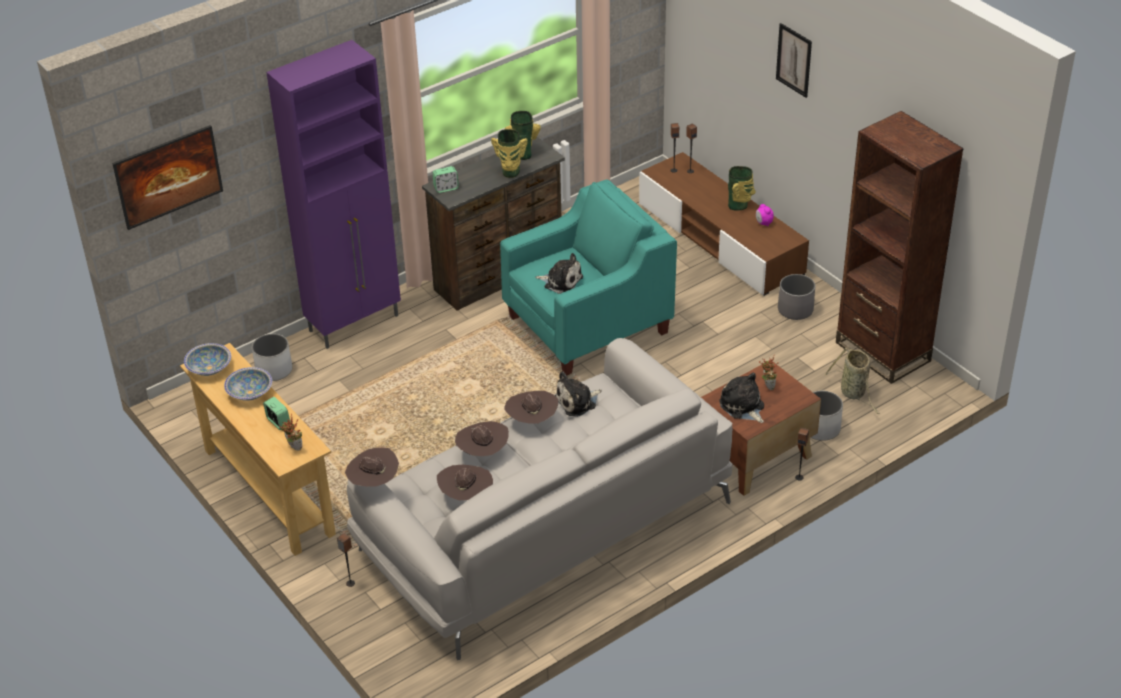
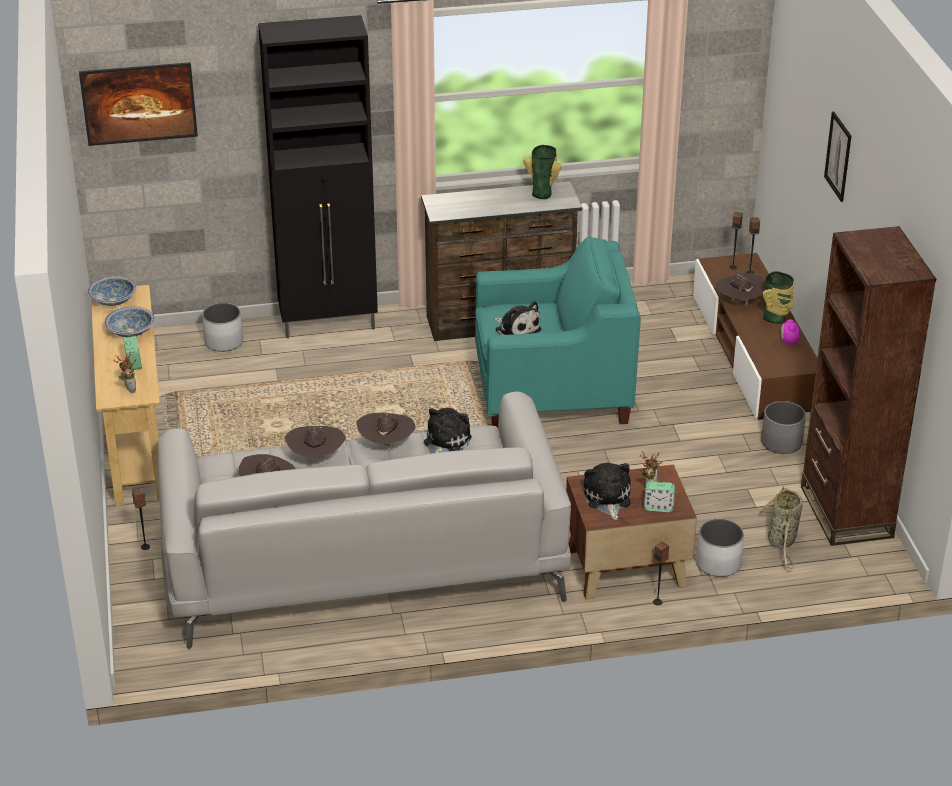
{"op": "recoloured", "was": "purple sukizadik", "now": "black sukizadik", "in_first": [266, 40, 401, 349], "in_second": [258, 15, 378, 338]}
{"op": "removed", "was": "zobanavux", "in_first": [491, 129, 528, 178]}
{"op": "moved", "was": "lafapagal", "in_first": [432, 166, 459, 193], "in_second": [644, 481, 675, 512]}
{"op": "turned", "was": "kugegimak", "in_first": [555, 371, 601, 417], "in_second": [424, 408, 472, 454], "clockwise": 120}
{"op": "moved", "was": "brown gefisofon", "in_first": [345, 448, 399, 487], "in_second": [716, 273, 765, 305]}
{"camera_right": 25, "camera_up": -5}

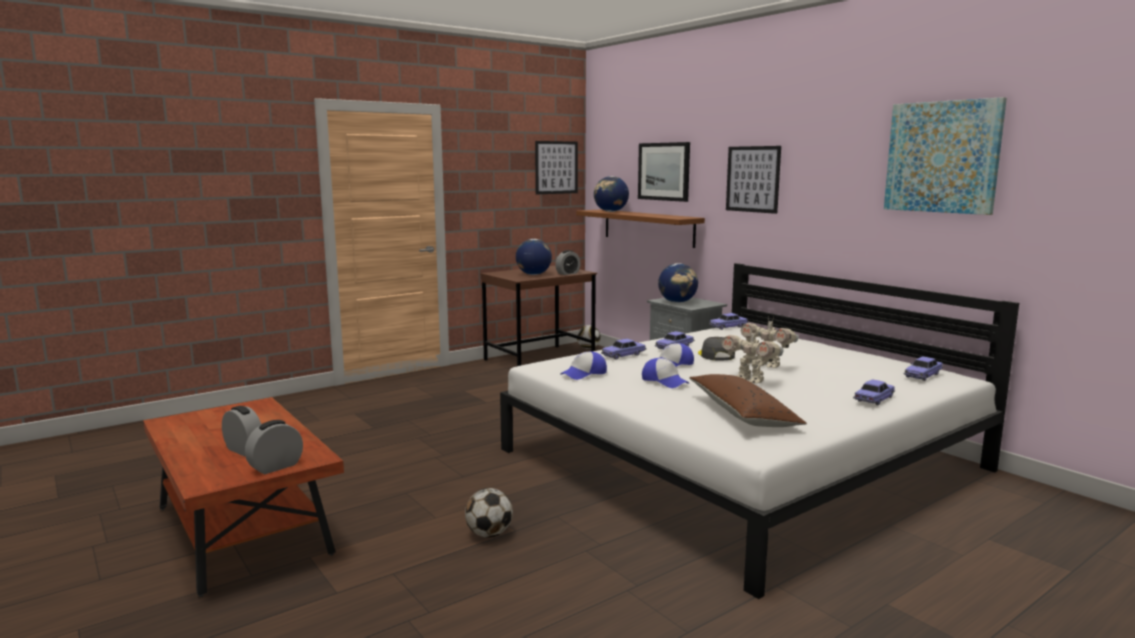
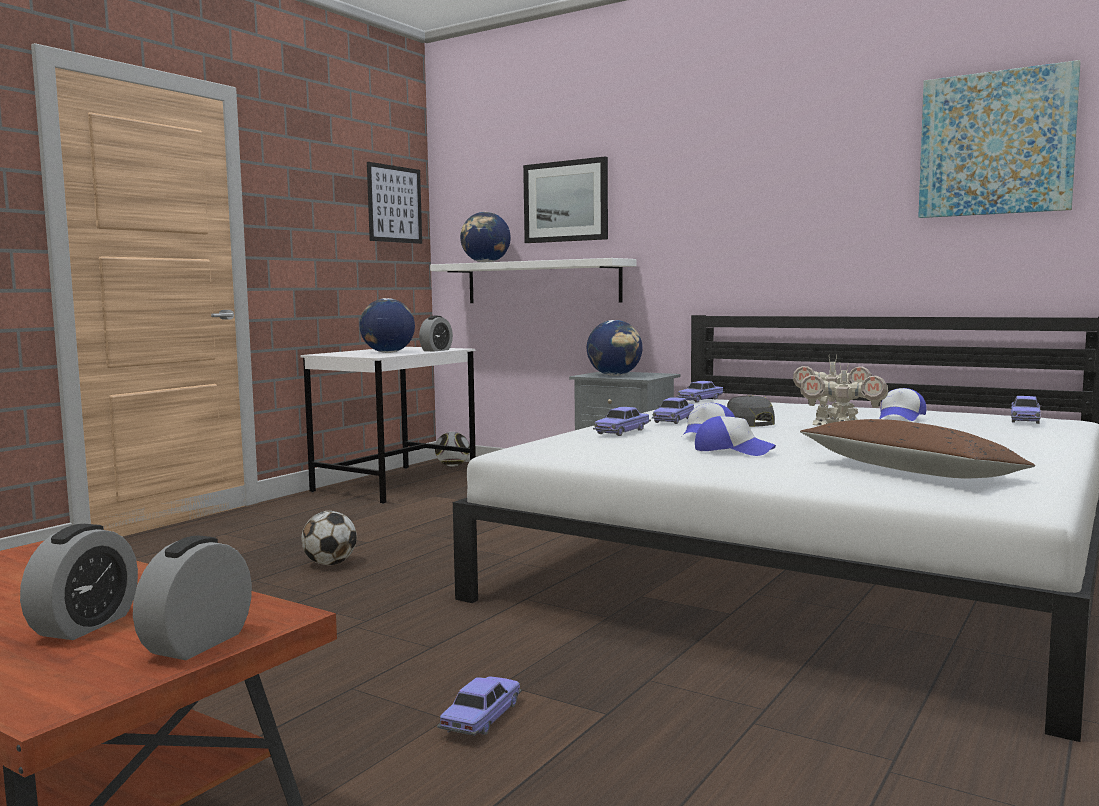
{"op": "removed", "was": "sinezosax", "in_first": [726, 146, 781, 214]}
{"op": "recoloured", "was": "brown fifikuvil", "now": "white fifikuvil", "in_first": [576, 209, 705, 248], "in_second": [430, 258, 637, 303]}
{"op": "recoloured", "was": "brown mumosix", "now": "white mumosix", "in_first": [480, 266, 597, 366], "in_second": [300, 347, 476, 504]}
{"op": "moved", "was": "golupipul", "in_first": [561, 351, 607, 380], "in_second": [879, 388, 927, 421]}
{"op": "moved", "was": "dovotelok", "in_first": [853, 380, 895, 406], "in_second": [437, 676, 522, 735]}
{"op": "turned", "was": "lafapagal", "in_first": [222, 406, 261, 456], "in_second": [20, 524, 138, 640], "clockwise": 90}
{"op": "moved", "was": "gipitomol", "in_first": [465, 488, 513, 538], "in_second": [301, 511, 357, 565]}
{"camera_right": -20, "camera_up": -5}

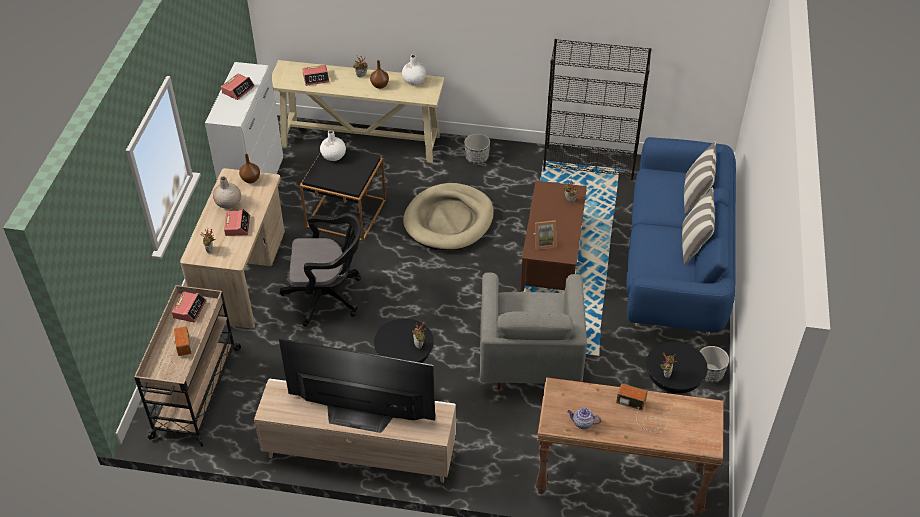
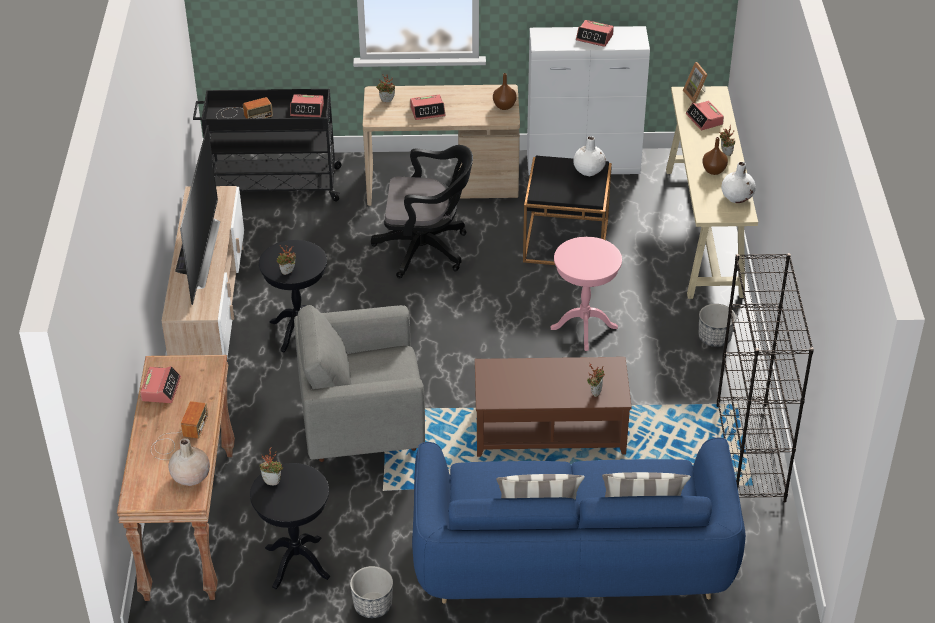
{"op": "moved", "was": "beige zobanavux", "in_first": [213, 176, 241, 209], "in_second": [169, 438, 210, 486]}
{"op": "replaced", "was": "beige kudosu", "now": "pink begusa", "in_first": [403, 183, 494, 250], "in_second": [551, 237, 622, 351]}
{"op": "turned", "was": "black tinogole", "in_first": [280, 212, 361, 327], "in_second": [371, 145, 473, 278], "clockwise": -75}
{"op": "moved", "was": "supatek", "in_first": [534, 220, 556, 250], "in_second": [683, 62, 708, 103]}
{"op": "recoloured", "was": "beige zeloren", "now": "black zeloren", "in_first": [134, 285, 242, 447], "in_second": [193, 89, 343, 202]}
{"op": "replaced", "was": "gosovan", "now": "lafapagal", "in_first": [567, 408, 601, 429], "in_second": [140, 366, 181, 403]}
{"camera_right": 80, "camera_up": -5}

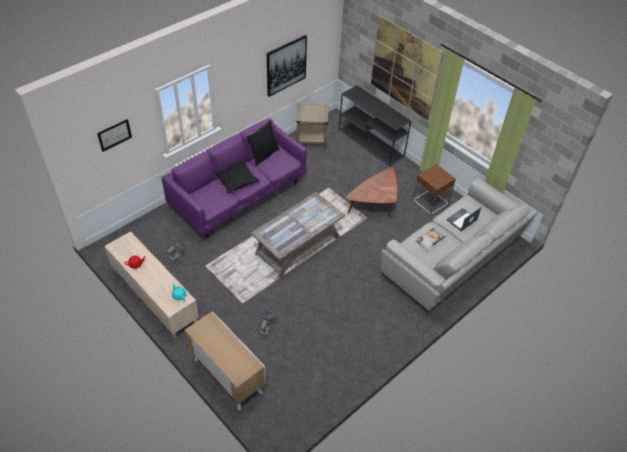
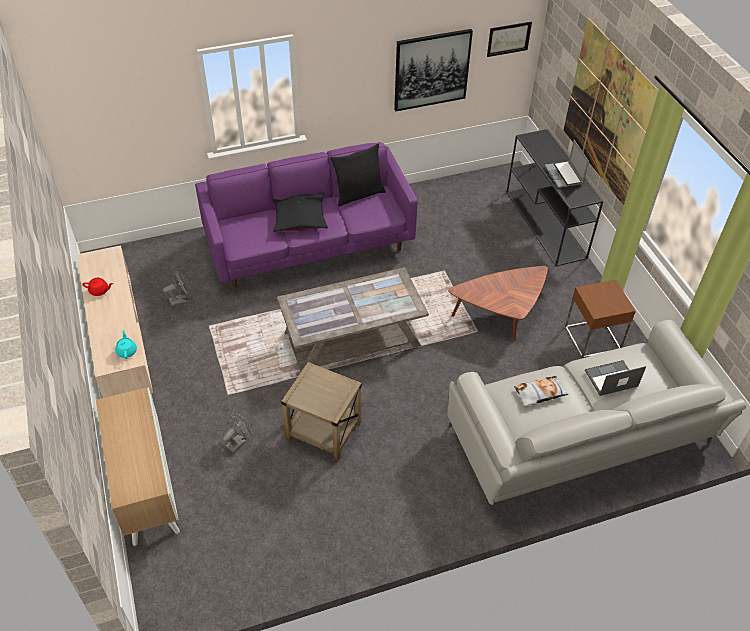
{"op": "moved", "was": "beige begusa", "in_first": [297, 104, 328, 148], "in_second": [281, 362, 362, 461]}
{"op": "moved", "was": "sinezosax", "in_first": [97, 119, 132, 152], "in_second": [487, 21, 532, 57]}
{"op": "added", "now": "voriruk", "in_second": [545, 140, 589, 188]}
{"camera_right": 25, "camera_up": 0}

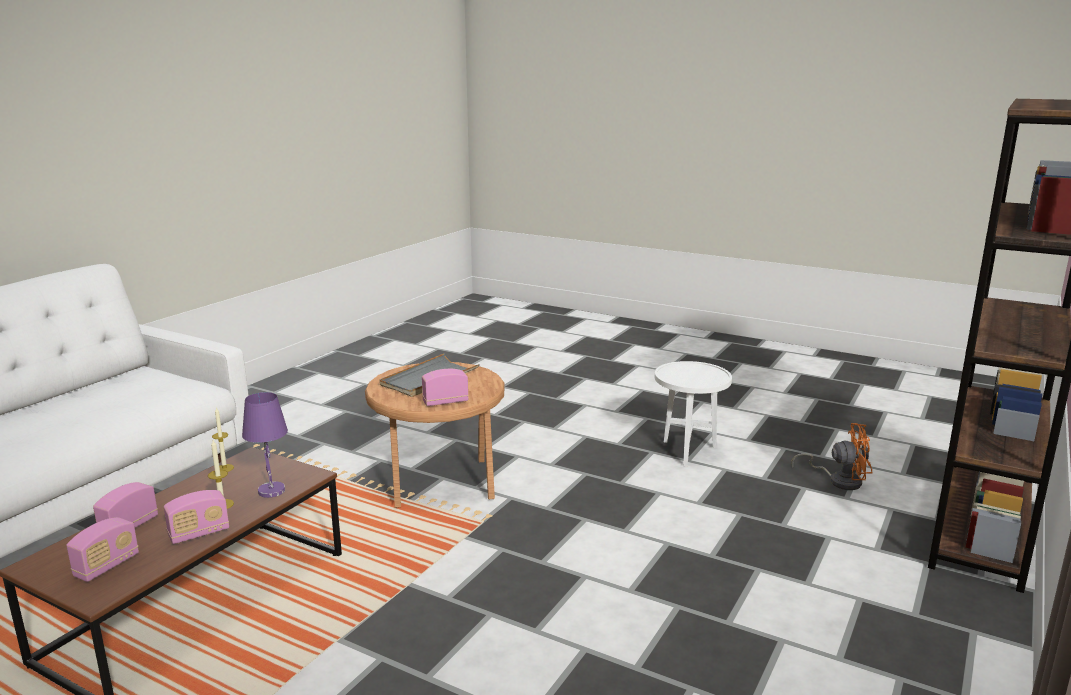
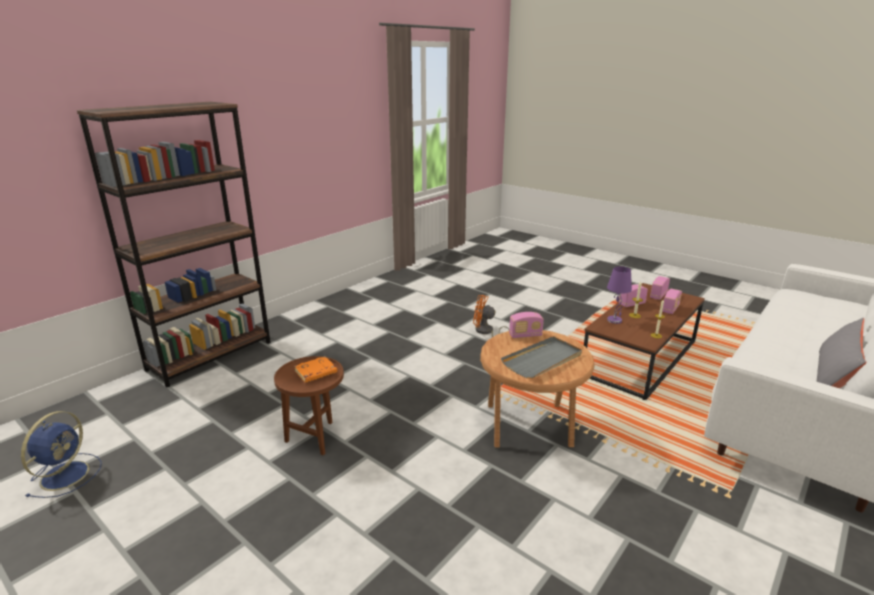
{"op": "recoloured", "was": "white begusa", "now": "brown begusa", "in_first": [655, 361, 732, 467], "in_second": [274, 356, 344, 455]}
{"op": "moved", "was": "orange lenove", "in_first": [791, 423, 872, 490], "in_second": [473, 295, 509, 337]}
{"op": "added", "now": "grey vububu", "in_second": [817, 318, 866, 388]}
{"op": "added", "now": "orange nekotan", "in_second": [294, 356, 337, 383]}
{"op": "added", "now": "blue lenove", "in_second": [21, 411, 102, 498]}
{"camera_right": -170, "camera_up": 5}

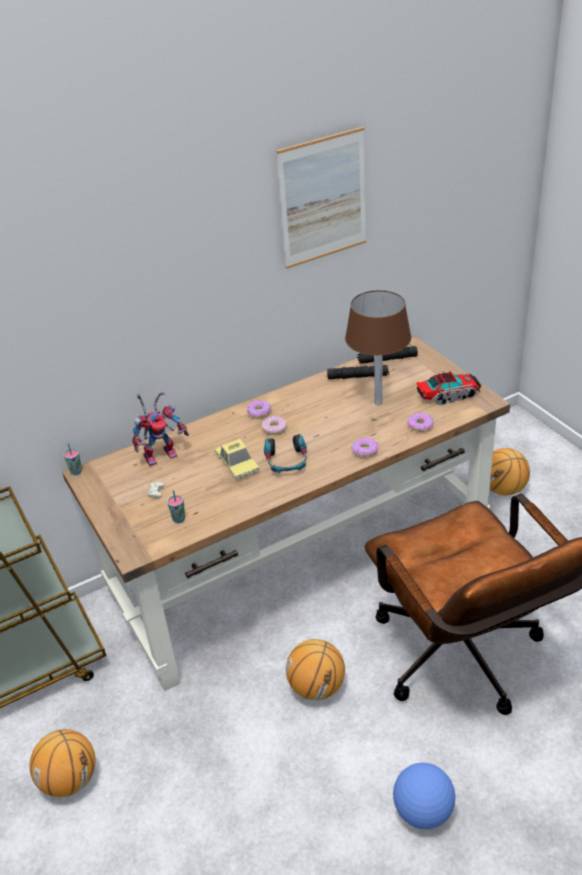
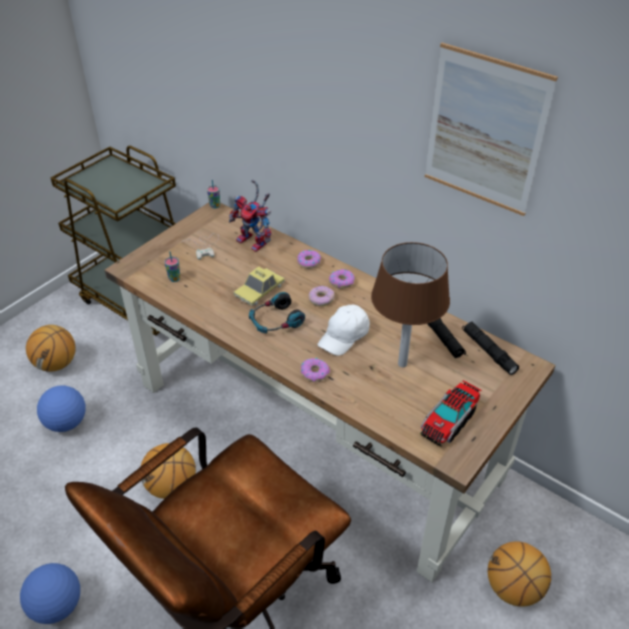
{"op": "turned", "was": "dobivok", "in_first": [416, 371, 481, 405], "in_second": [420, 380, 482, 447], "clockwise": 75}
{"op": "moved", "was": "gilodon", "in_first": [407, 413, 434, 432], "in_second": [297, 250, 321, 269]}
{"op": "added", "now": "white golupipul", "in_second": [317, 305, 370, 356]}
{"op": "added", "now": "gipitomol", "in_second": [37, 385, 86, 432]}
{"camera_right": 65, "camera_up": 5}

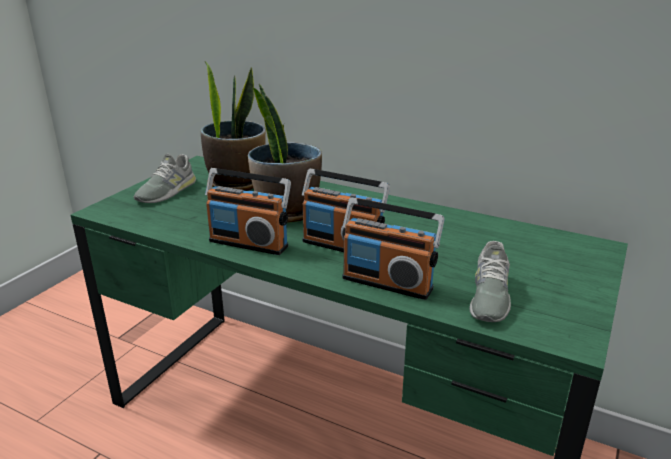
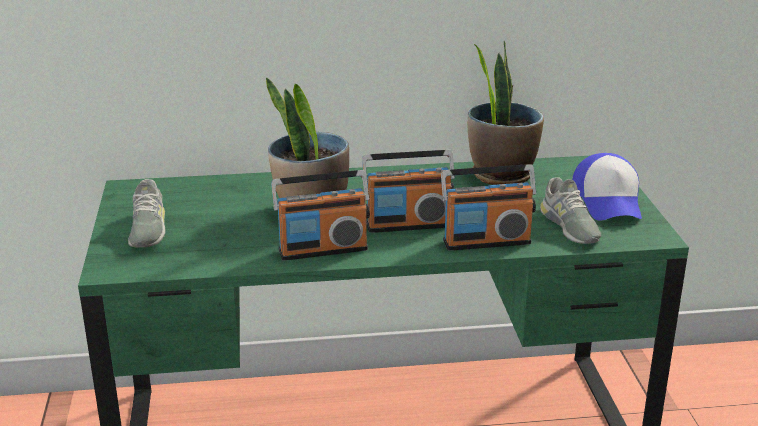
{"op": "moved", "was": "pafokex", "in_first": [200, 61, 266, 191], "in_second": [467, 40, 544, 185]}
{"op": "added", "now": "golupipul", "in_second": [572, 153, 642, 220]}
{"camera_right": -35, "camera_up": 0}

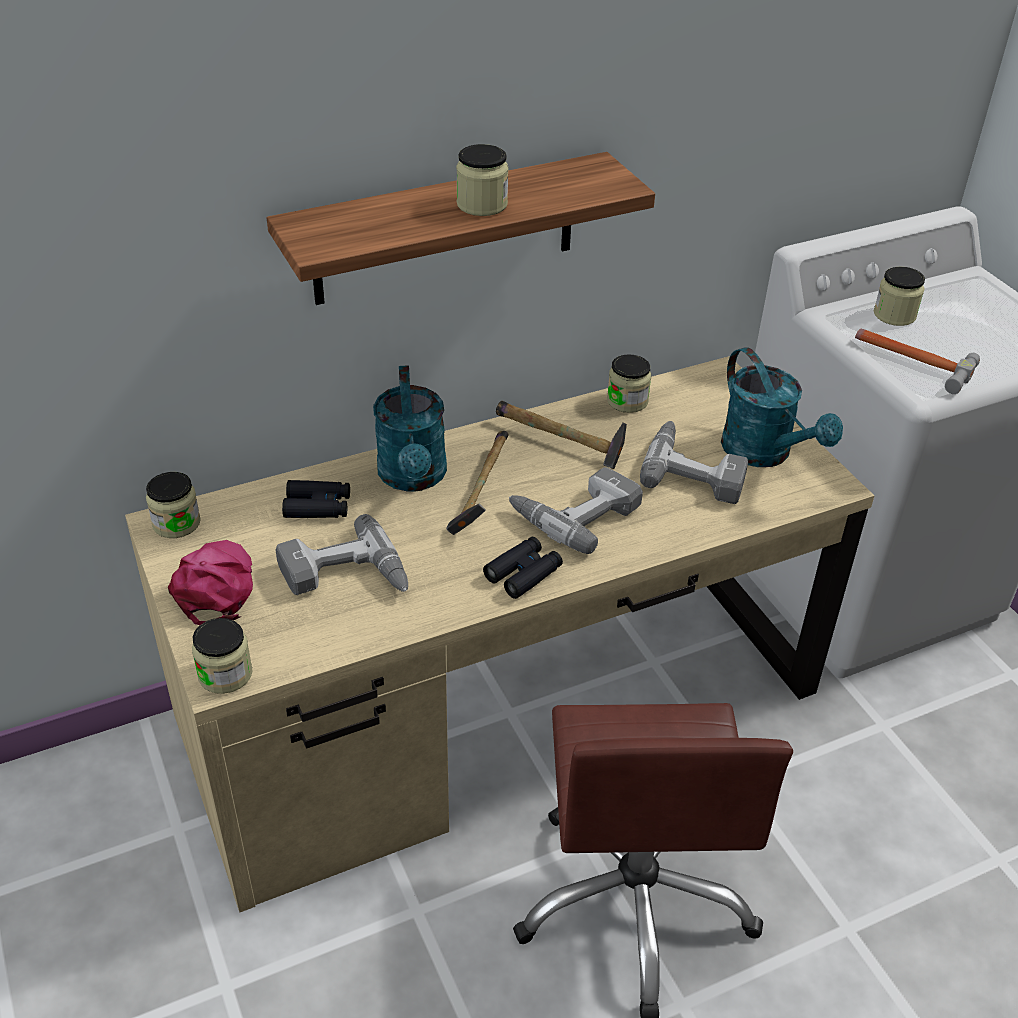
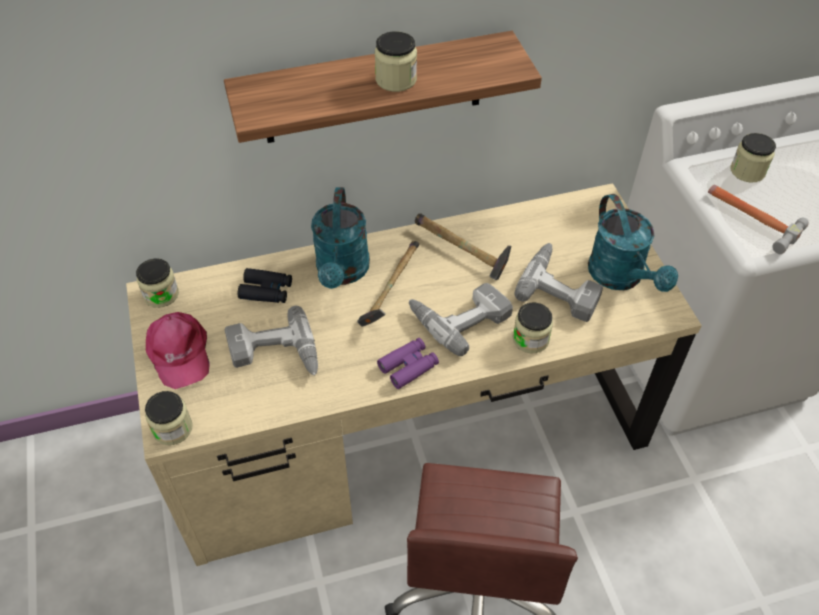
{"op": "moved", "was": "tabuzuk", "in_first": [607, 354, 651, 413], "in_second": [513, 303, 553, 353]}
{"op": "recoloured", "was": "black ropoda", "now": "purple ropoda", "in_first": [483, 537, 563, 599], "in_second": [377, 338, 439, 389]}
{"op": "turned", "was": "pink golupipul", "in_first": [168, 540, 253, 625], "in_second": [146, 312, 210, 389], "clockwise": 150}
{"camera_right": 10, "camera_up": 10}

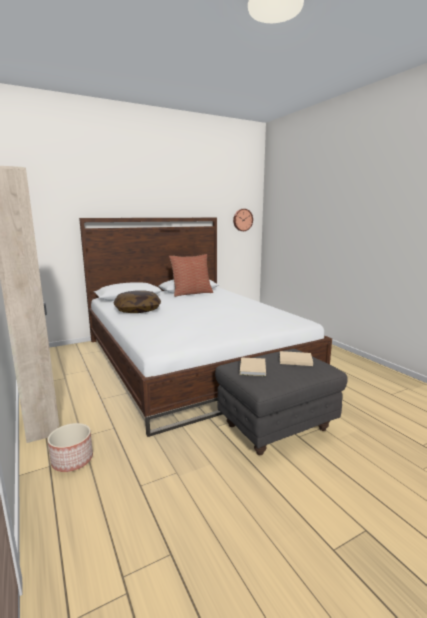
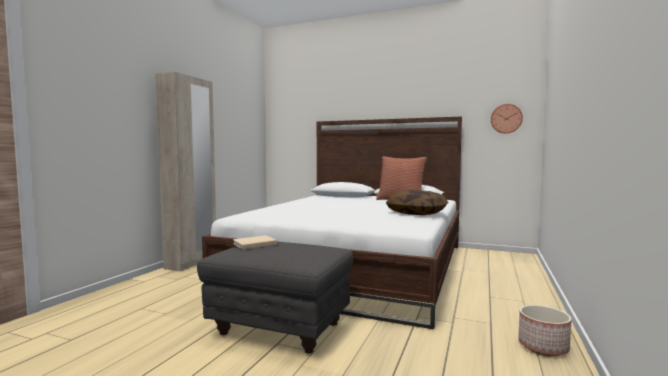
{"op": "moved", "was": "vububu", "in_first": [114, 291, 161, 313], "in_second": [386, 190, 448, 215]}
{"op": "removed", "was": "beige nekotan", "in_first": [280, 351, 313, 366]}
{"op": "moved", "was": "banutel", "in_first": [48, 423, 93, 472], "in_second": [518, 305, 572, 356]}
{"camera_right": 50, "camera_up": -10}

